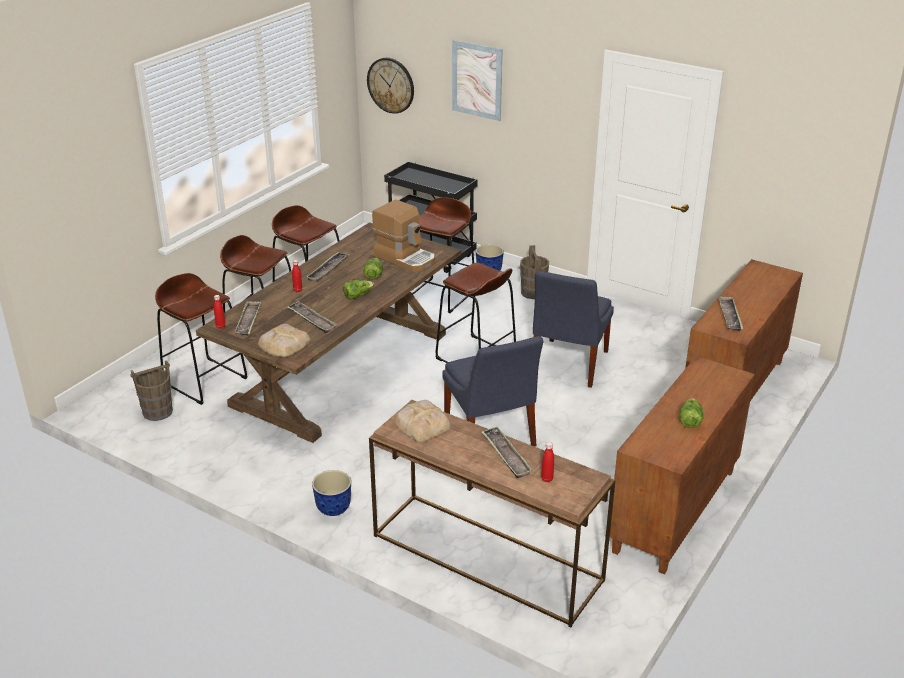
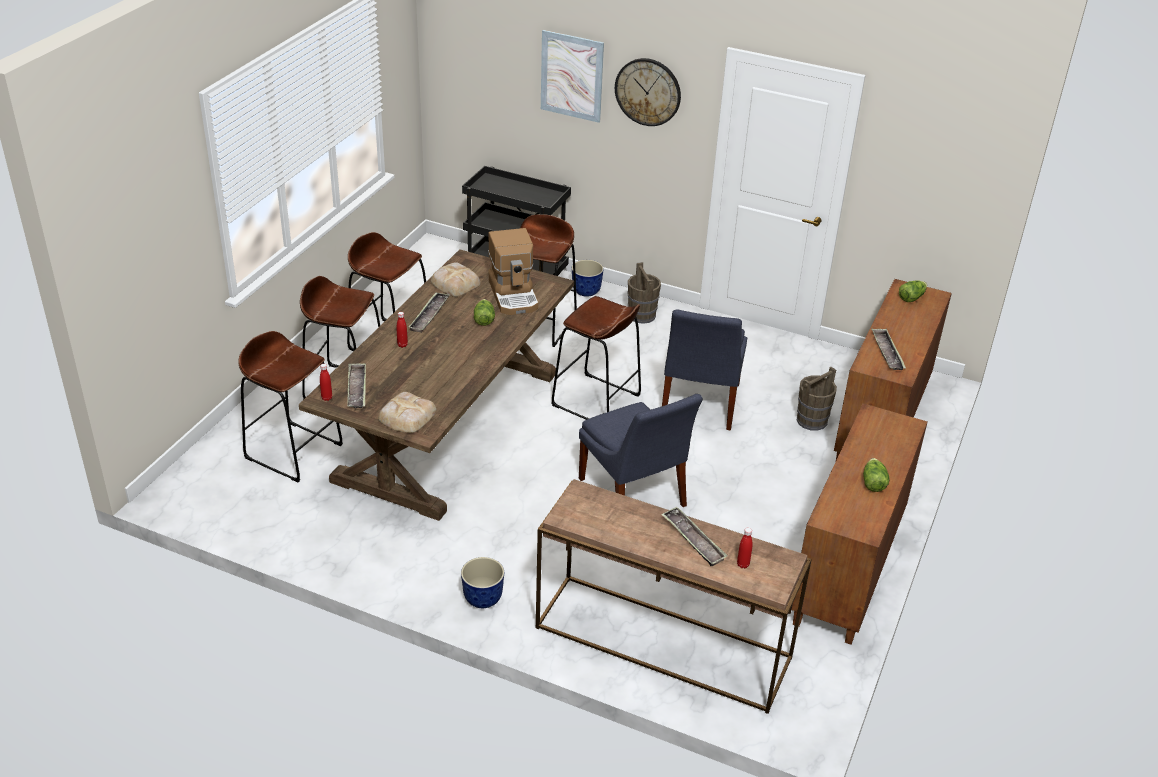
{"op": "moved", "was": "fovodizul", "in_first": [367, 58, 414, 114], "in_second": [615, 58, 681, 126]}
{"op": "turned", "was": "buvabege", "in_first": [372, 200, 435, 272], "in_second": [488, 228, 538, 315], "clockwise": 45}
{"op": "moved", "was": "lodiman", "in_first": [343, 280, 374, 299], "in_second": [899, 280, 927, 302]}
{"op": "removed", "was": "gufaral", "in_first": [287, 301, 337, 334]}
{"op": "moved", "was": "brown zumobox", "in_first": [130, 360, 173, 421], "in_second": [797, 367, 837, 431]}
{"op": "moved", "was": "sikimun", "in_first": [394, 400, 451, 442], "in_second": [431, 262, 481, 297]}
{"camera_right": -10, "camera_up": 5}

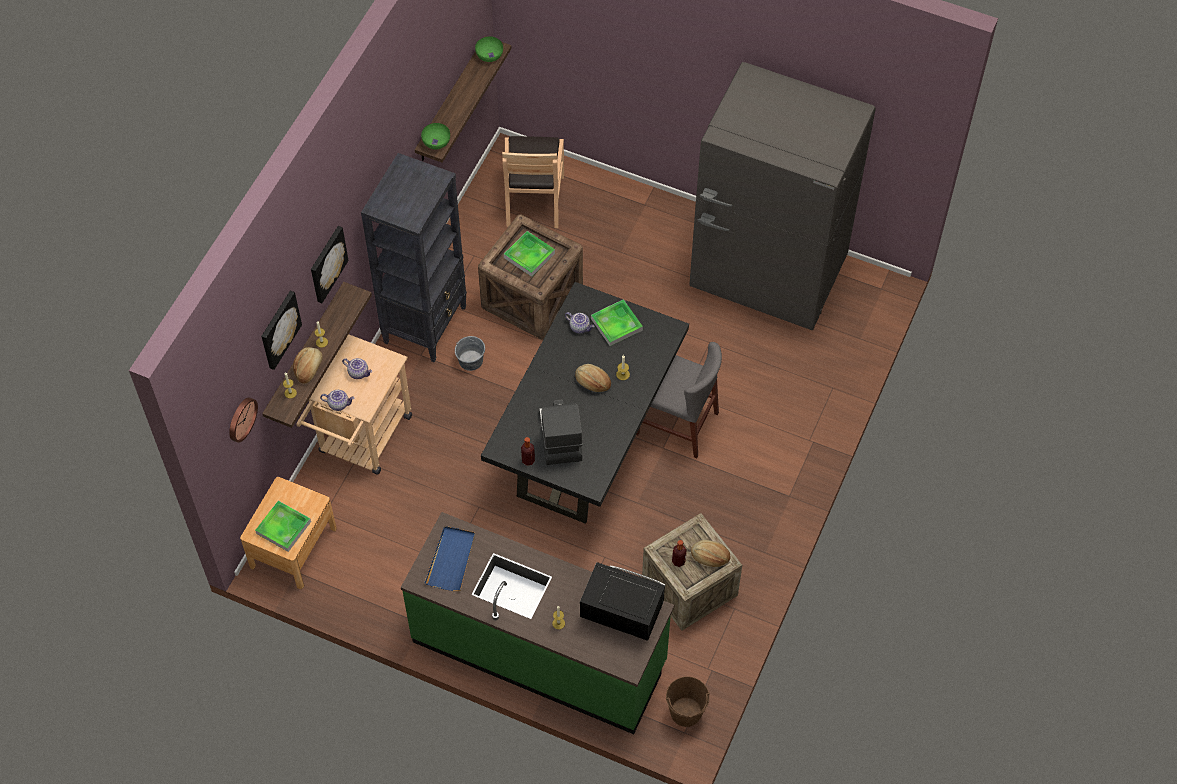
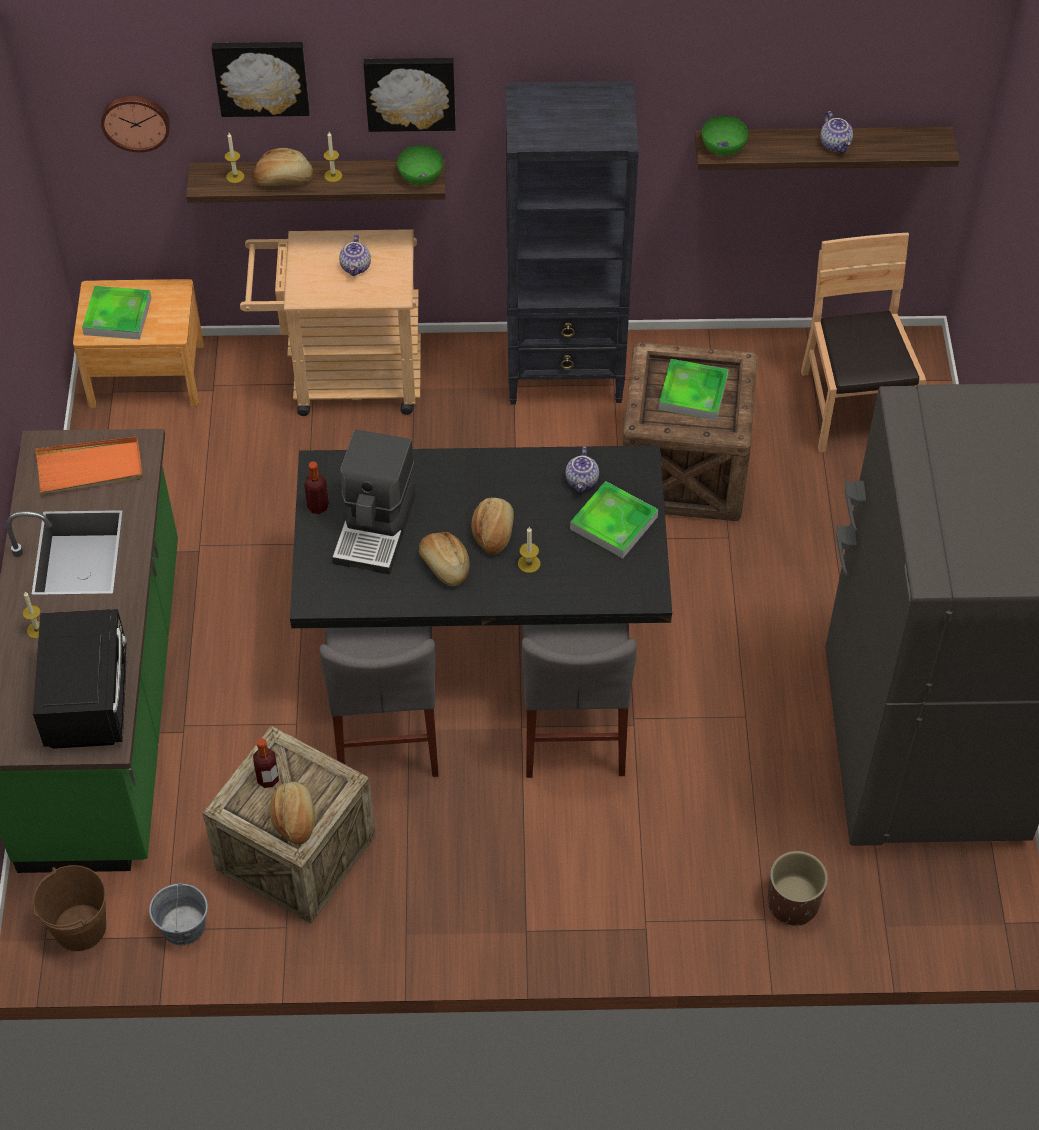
{"op": "moved", "was": "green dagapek", "in_first": [475, 36, 503, 62], "in_second": [397, 145, 443, 185]}
{"op": "turned", "was": "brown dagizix", "in_first": [502, 136, 564, 228], "in_second": [801, 233, 926, 453], "clockwise": 105}
{"op": "moved", "was": "grey zumobox", "in_first": [455, 336, 485, 371], "in_second": [149, 881, 208, 945]}
{"op": "moved", "was": "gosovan", "in_first": [320, 390, 355, 411], "in_second": [820, 111, 853, 153]}
{"op": "turned", "was": "buvabege", "in_first": [539, 400, 583, 465], "in_second": [332, 430, 416, 575], "clockwise": 135}
{"op": "recoloured", "was": "blue gufaral", "now": "orange gufaral", "in_first": [424, 526, 475, 591], "in_second": [35, 437, 143, 494]}
{"op": "added", "now": "sikimun", "in_second": [419, 532, 470, 586]}
{"op": "added", "now": "grey dagizix", "in_second": [320, 626, 439, 777]}
{"op": "added", "now": "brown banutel", "in_second": [767, 851, 828, 926]}
{"camera_right": 65, "camera_up": -5}

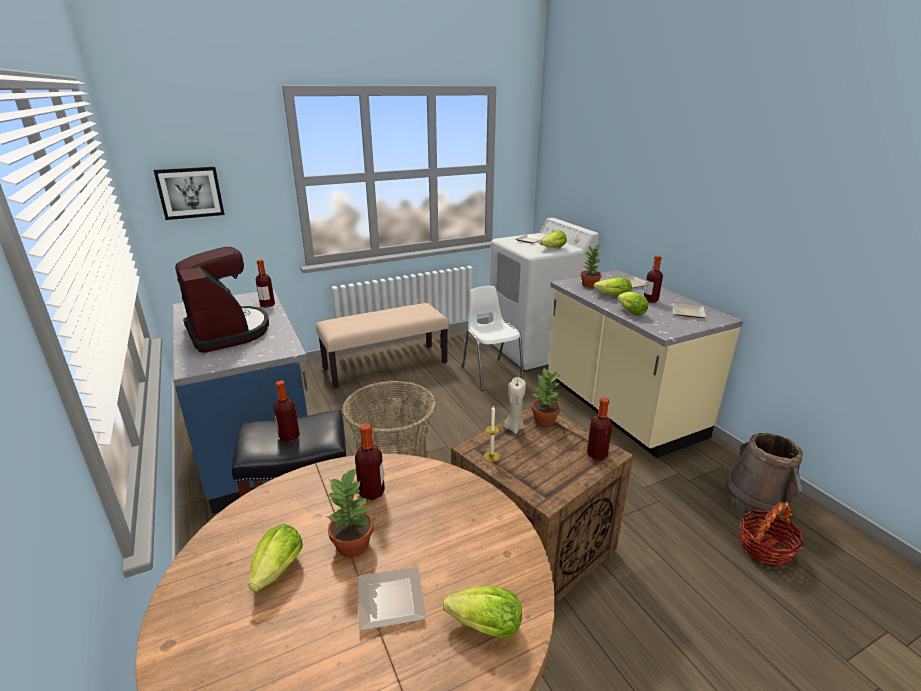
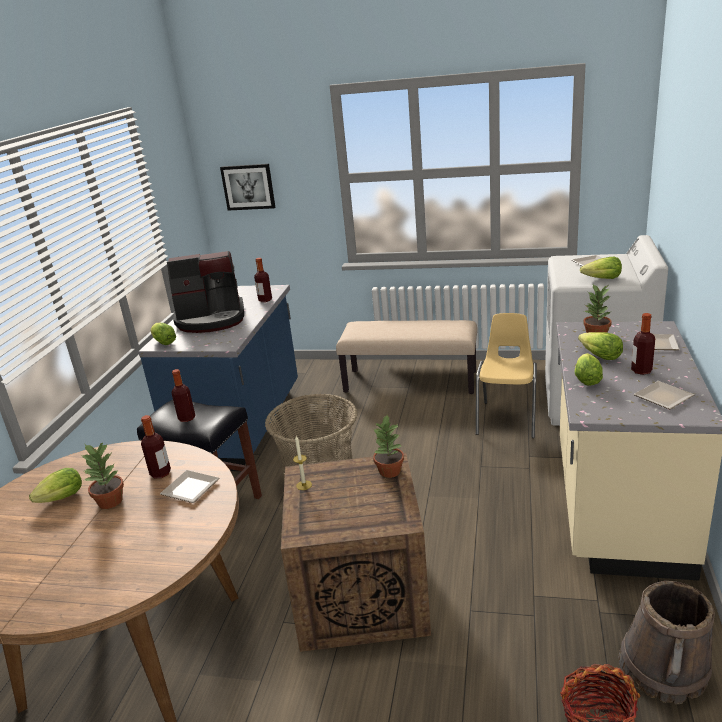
{"op": "turned", "was": "buvabege", "in_first": [175, 247, 269, 353], "in_second": [167, 251, 244, 333], "clockwise": 75}
{"op": "recoloured", "was": "white dagizix", "now": "yellow dagizix", "in_first": [462, 286, 524, 391], "in_second": [476, 313, 537, 438]}
{"op": "removed", "was": "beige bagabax", "in_first": [504, 377, 526, 434]}
{"op": "removed", "was": "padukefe", "in_first": [587, 397, 612, 460]}
{"op": "moved", "was": "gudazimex", "in_first": [358, 566, 426, 631], "in_second": [160, 470, 219, 503]}
{"op": "moved", "was": "lodiman", "in_first": [443, 586, 522, 638], "in_second": [151, 323, 176, 345]}
{"camera_right": 40, "camera_up": 0}

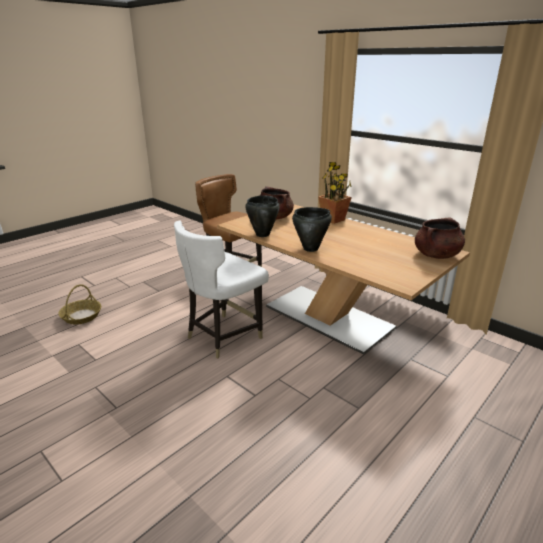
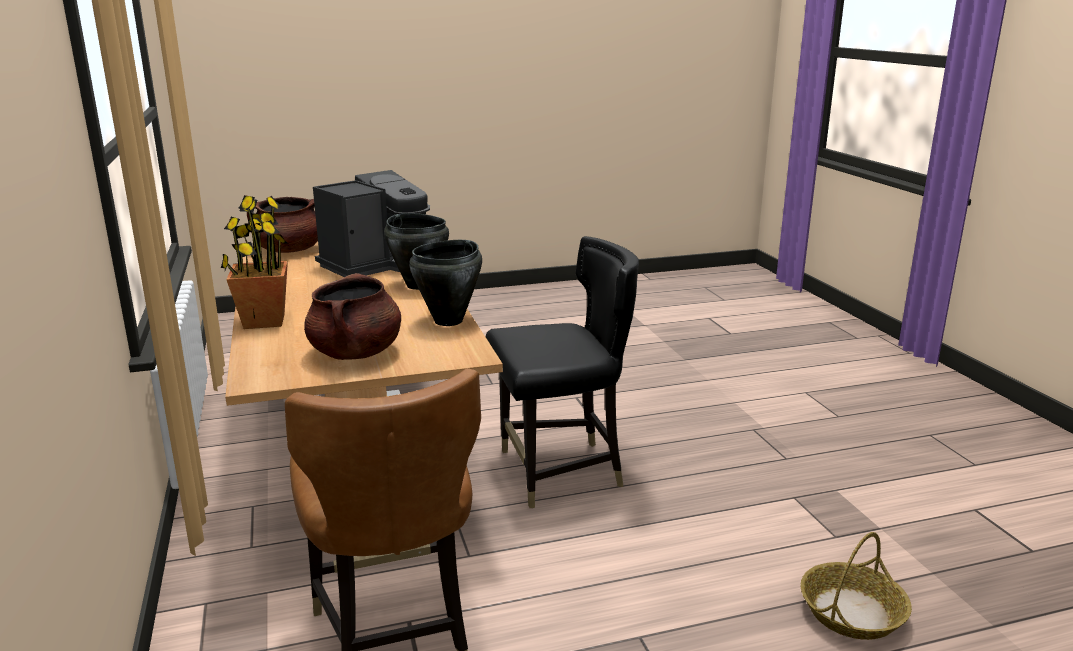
{"op": "recoloured", "was": "white dagizix", "now": "black dagizix", "in_first": [174, 221, 269, 358], "in_second": [486, 236, 639, 508]}
{"op": "added", "now": "buvabege", "in_second": [313, 170, 430, 277]}
{"camera_right": -150, "camera_up": -5}

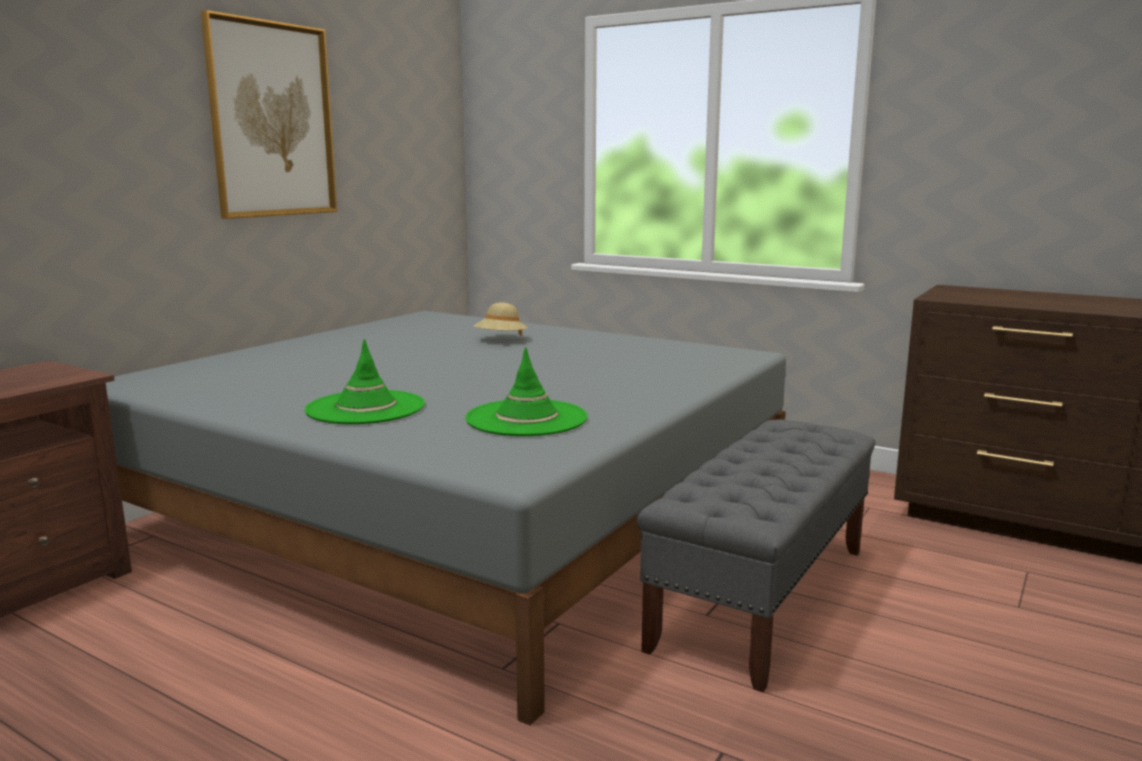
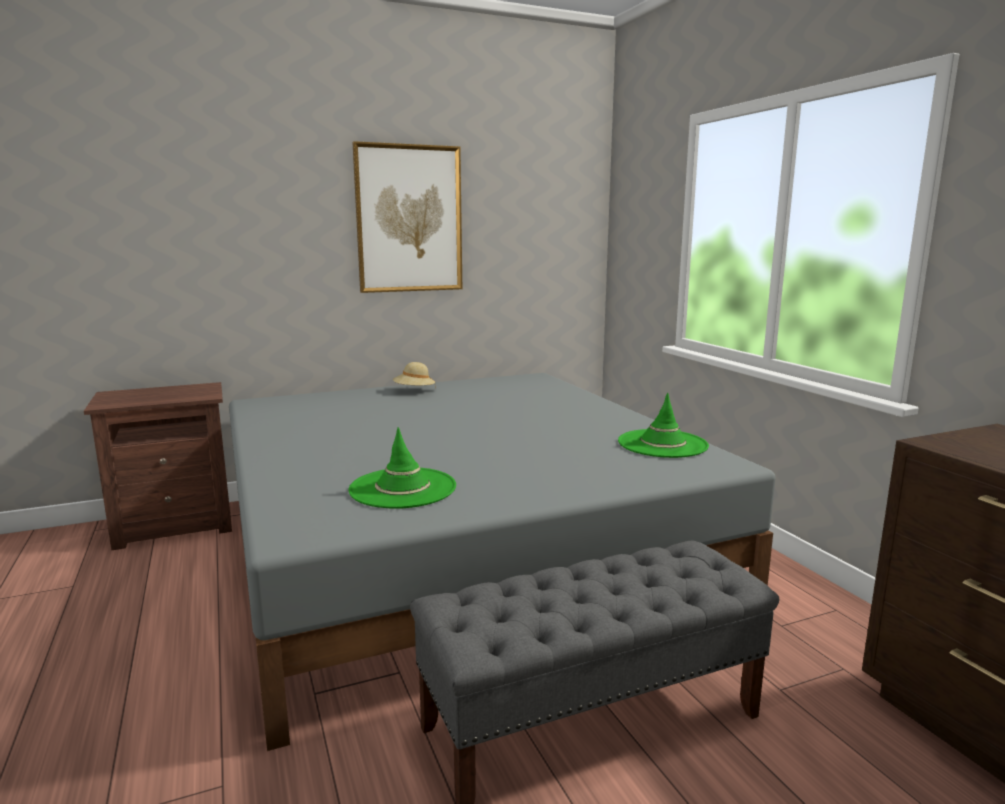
{"op": "moved", "was": "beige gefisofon", "in_first": [473, 303, 528, 336], "in_second": [393, 362, 435, 385]}
{"op": "moved", "was": "green gefisofon", "in_first": [305, 339, 425, 424], "in_second": [618, 393, 709, 458]}
{"camera_right": 35, "camera_up": 0}

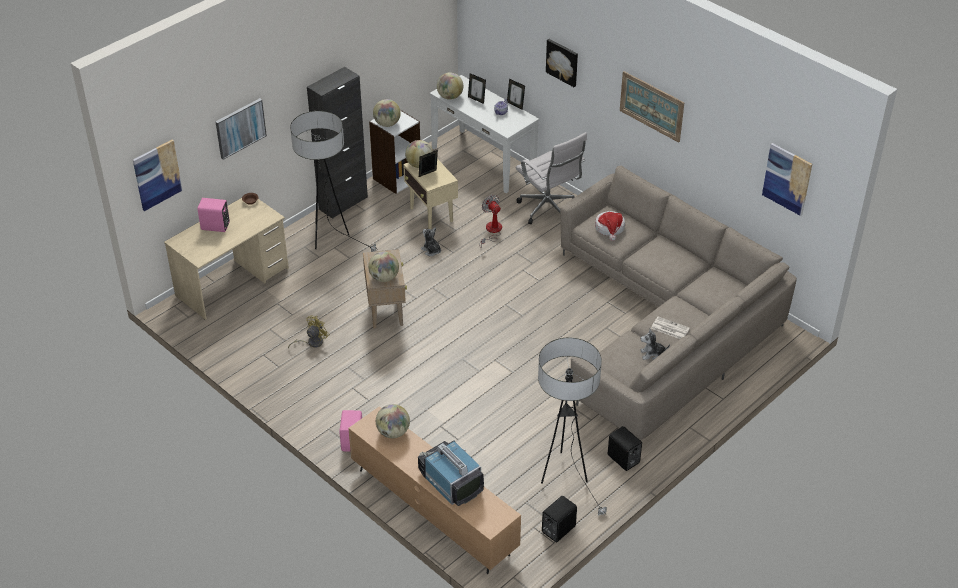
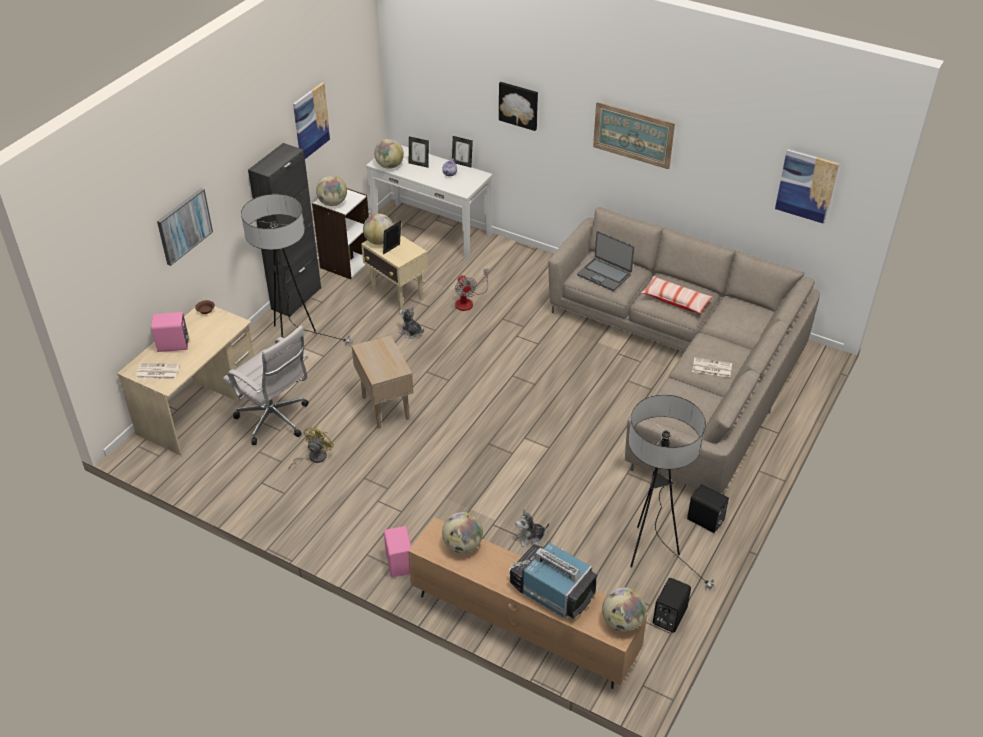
{"op": "moved", "was": "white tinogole", "in_first": [516, 132, 587, 224], "in_second": [223, 325, 309, 445]}
{"op": "moved", "was": "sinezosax", "in_first": [133, 139, 183, 211], "in_second": [293, 82, 331, 159]}
{"op": "turned", "was": "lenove", "in_first": [479, 195, 502, 248], "in_second": [455, 269, 488, 311], "clockwise": -150}
{"op": "replaced", "was": "gefisofon", "now": "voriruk", "in_first": [595, 211, 625, 241], "in_second": [577, 231, 634, 291]}
{"op": "moved", "was": "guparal", "in_first": [368, 251, 399, 282], "in_second": [602, 587, 646, 632]}
{"op": "moved", "was": "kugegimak", "in_first": [640, 328, 670, 360], "in_second": [515, 510, 549, 547]}
{"op": "added", "now": "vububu", "in_second": [641, 276, 713, 314]}
{"op": "added", "now": "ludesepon", "in_second": [136, 363, 180, 379]}
{"camera_right": -15, "camera_up": 0}

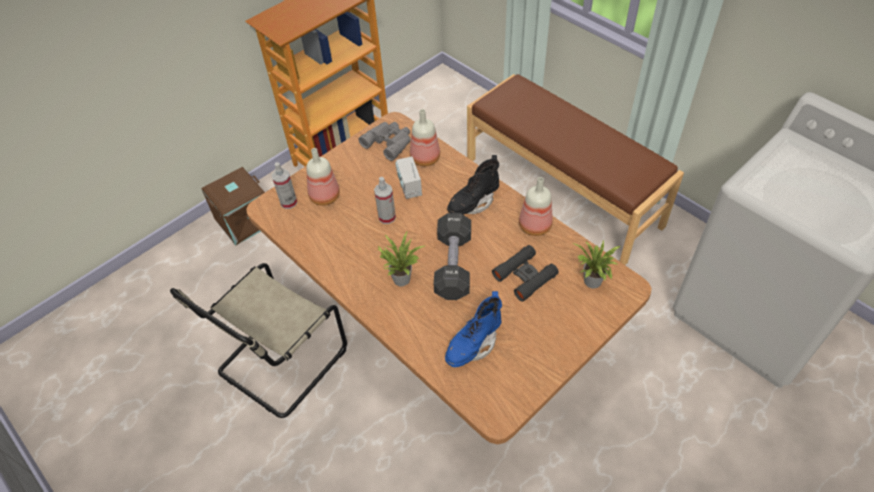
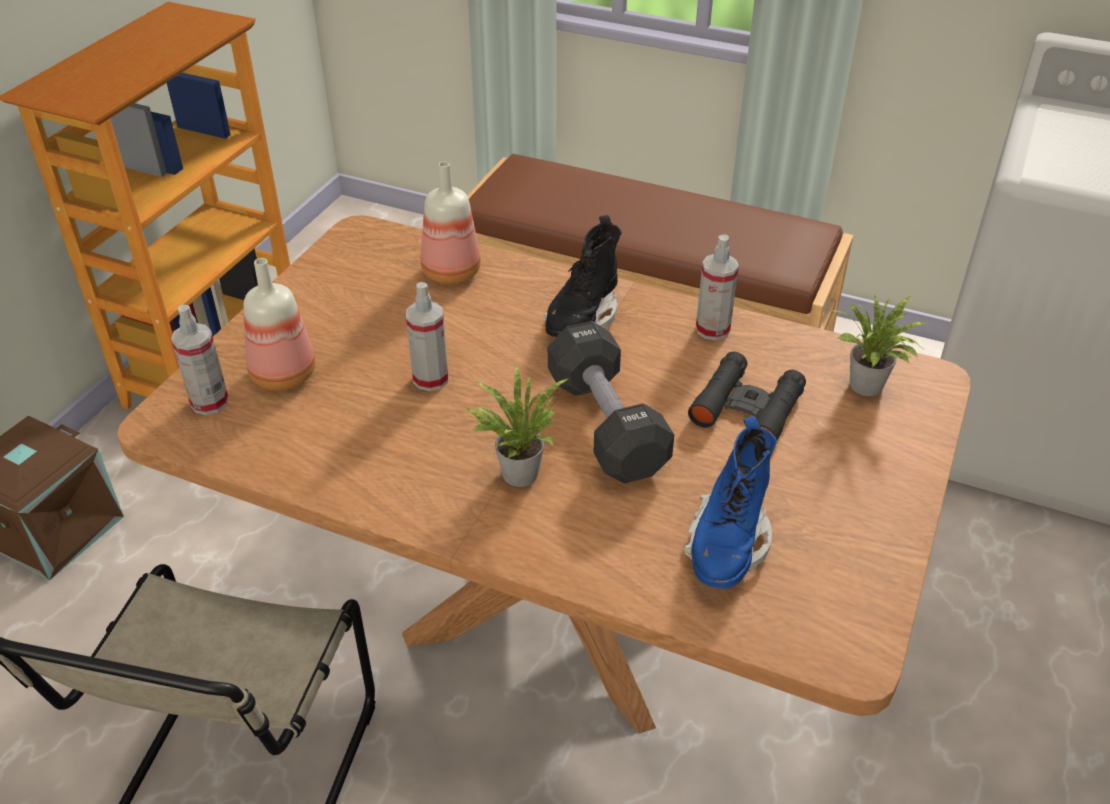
{"op": "removed", "was": "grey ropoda", "in_first": [359, 122, 411, 161]}
{"op": "removed", "was": "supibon", "in_first": [395, 156, 422, 199]}
{"op": "replaced", "was": "padukefe", "now": "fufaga", "in_first": [519, 177, 553, 236], "in_second": [696, 235, 739, 340]}
{"camera_right": -25, "camera_up": -10}

